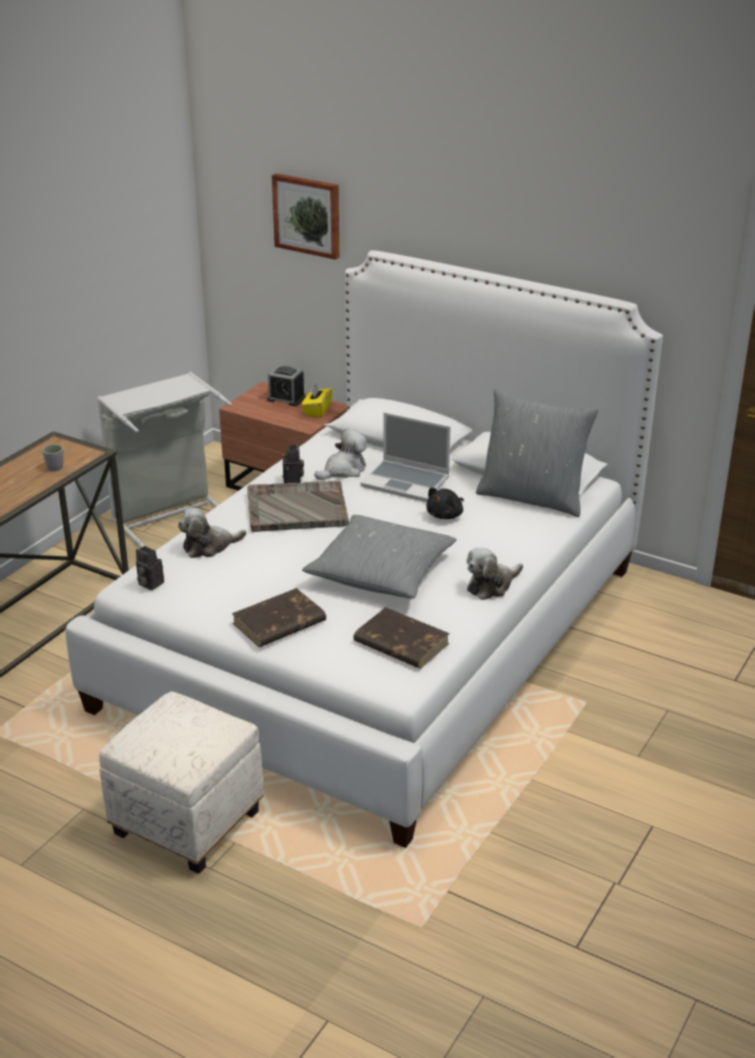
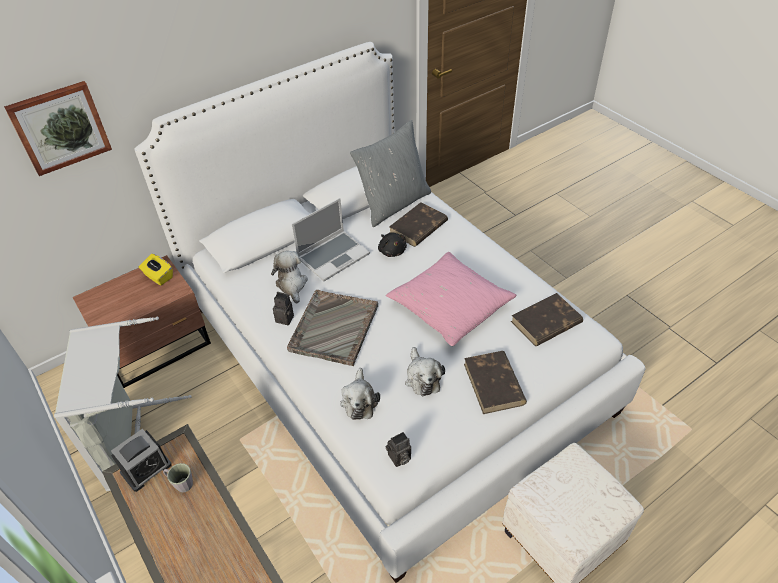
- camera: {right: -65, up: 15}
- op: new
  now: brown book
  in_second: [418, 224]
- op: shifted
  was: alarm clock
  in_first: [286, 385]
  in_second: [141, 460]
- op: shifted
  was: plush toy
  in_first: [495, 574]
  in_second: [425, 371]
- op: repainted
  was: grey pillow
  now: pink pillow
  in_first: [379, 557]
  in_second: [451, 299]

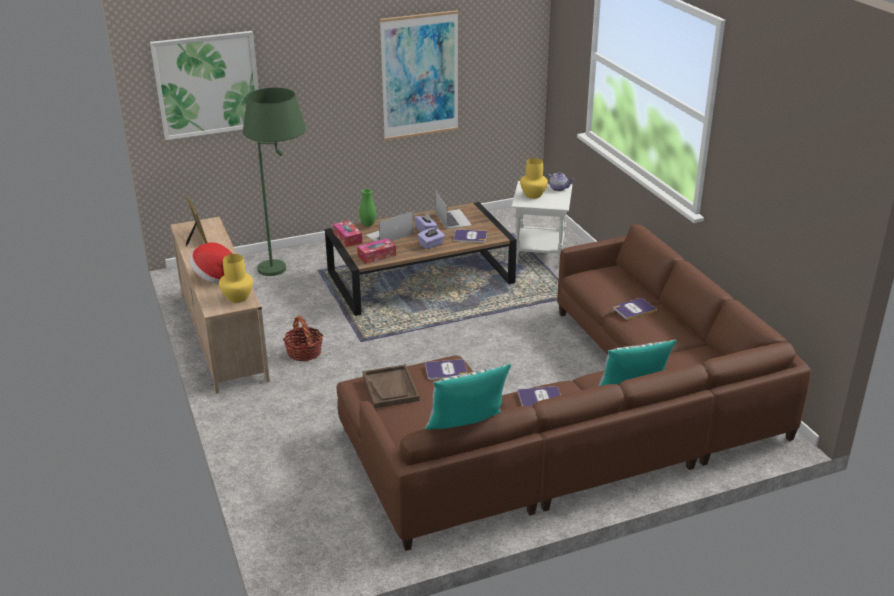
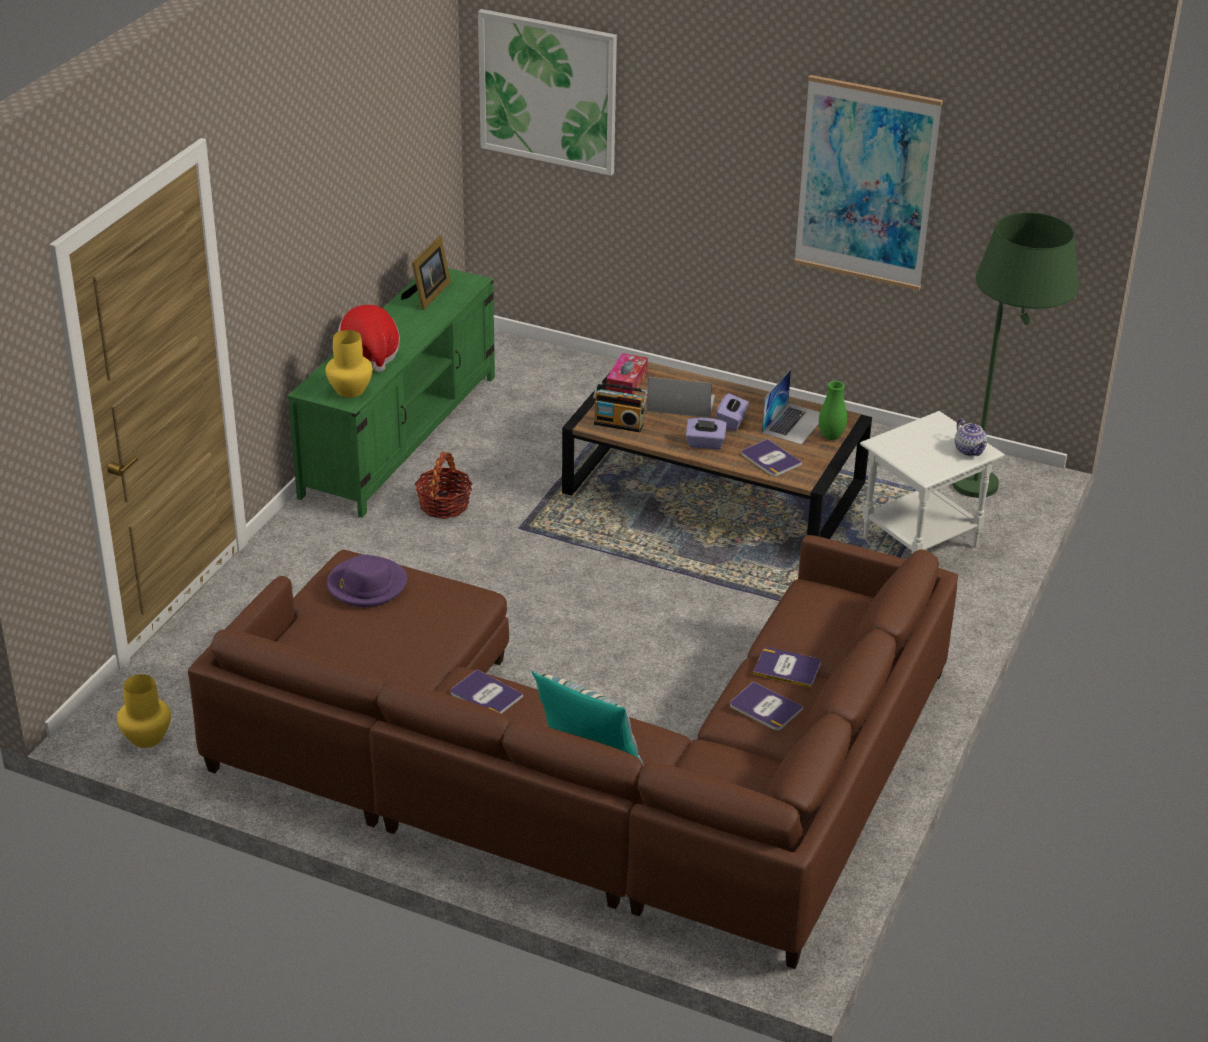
- camera: {right: 45, up: 5}
- op: gone
  was: pillow
  in_first: [468, 397]
- op: shifted
  was: green floor lamp
  in_first: [274, 182]
  in_second: [1015, 355]
- op: shifted
  was: green vase
  in_first: [367, 207]
  in_second: [833, 410]
- op: shifted
  was: book
  in_first: [446, 369]
  in_second: [766, 706]
- op: shifted
  was: yellow vase
  in_first: [534, 178]
  in_second: [144, 711]
- op: swapped
  was: tissue box
  now: radio
  in_first: [376, 251]
  in_second: [620, 407]
- op: swapped
  was: brown tray
  now: purple hat
  in_first: [391, 386]
  in_second: [367, 580]
- op: repainted
  was: beige tv stand
  now: green tv stand
  in_first: [220, 305]
  in_second: [391, 392]

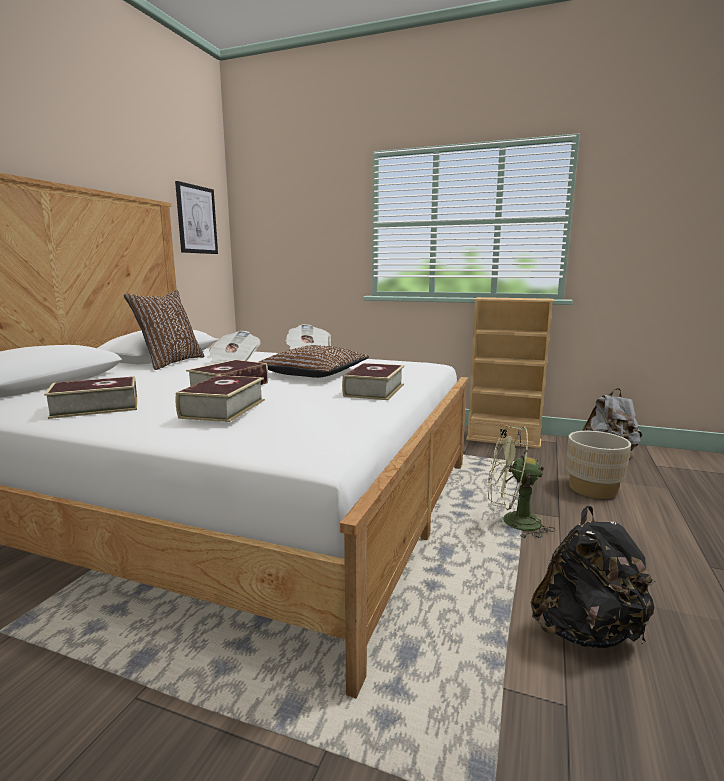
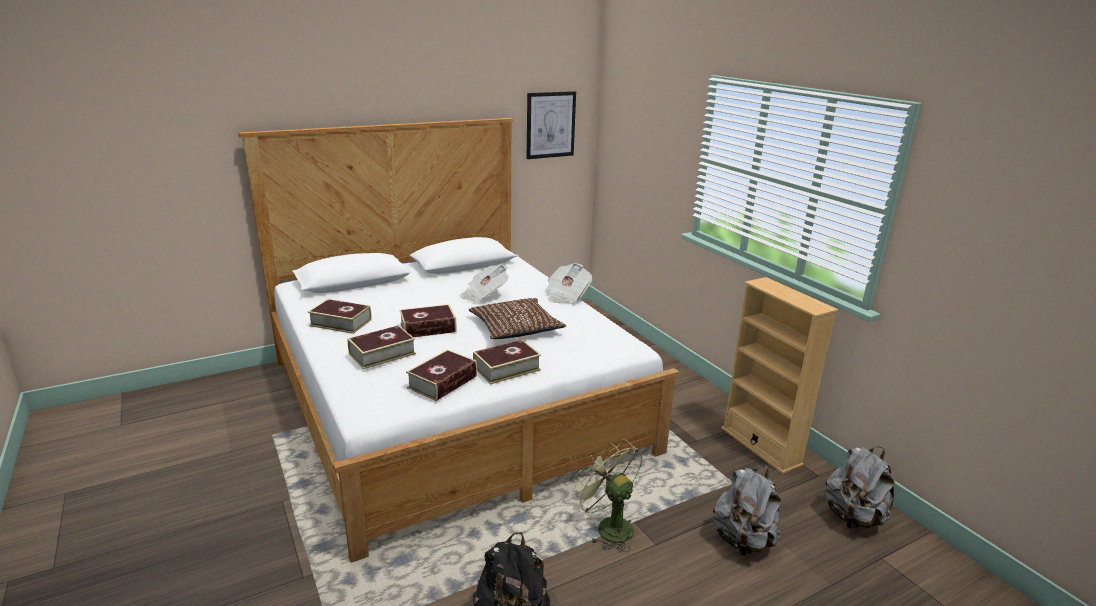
- camera: {right: 40, up: 10}
- op: gone
  was: brown pillow
  in_first: [164, 330]
- op: new
  now: book
  in_second: [441, 375]
- op: swapped
  was: beige planter
  now: grey backpack
  in_first: [598, 465]
  in_second: [747, 510]

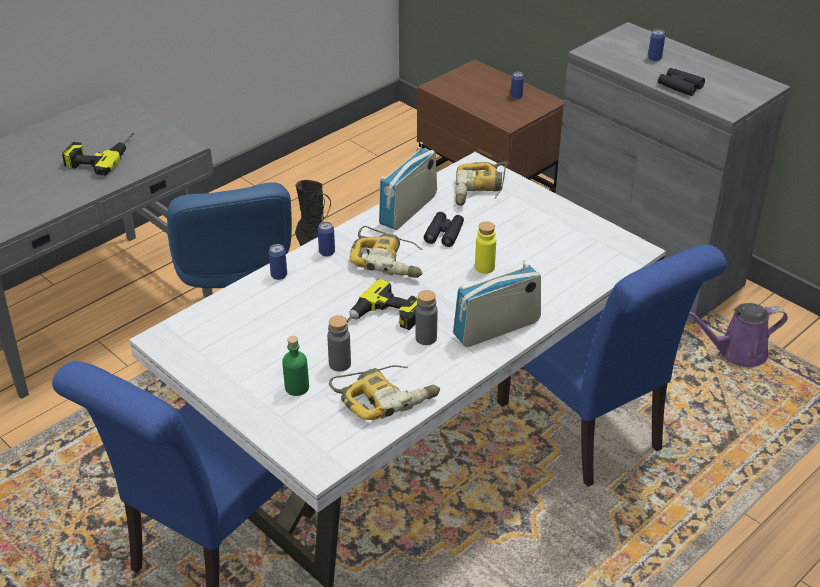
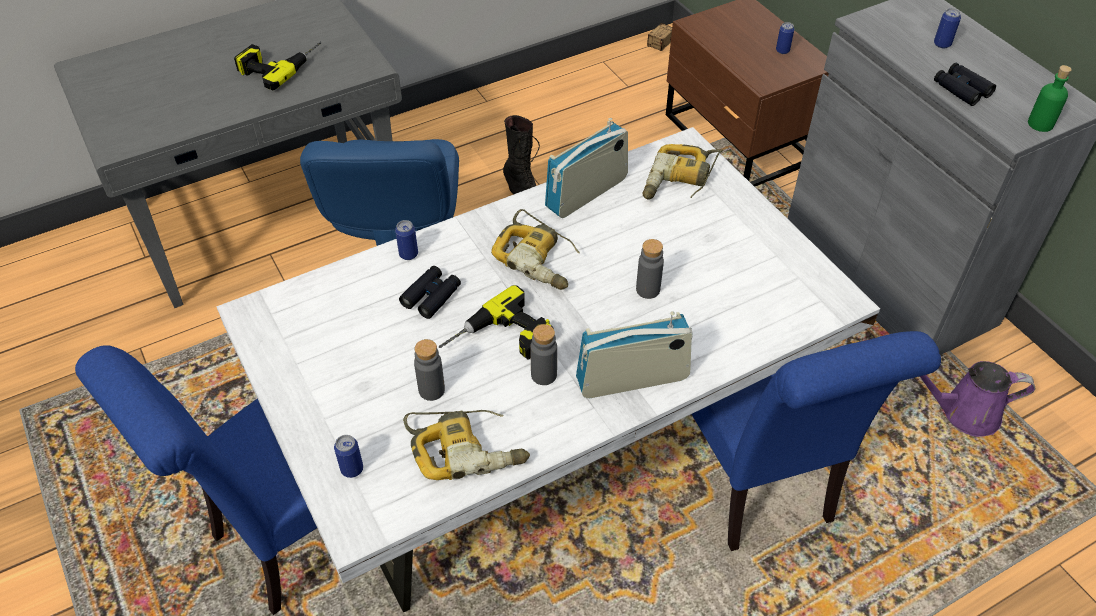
- camera: {right: 15, up: 10}
- op: new
  now: storage box
  in_second: [659, 37]
- op: shifted
  was: green bottle
  in_first: [295, 366]
  in_second: [1049, 98]
- op: shifted
  was: can
  in_first: [326, 239]
  in_second: [348, 456]
- op: shifted
  was: black binoculars
  in_first: [444, 229]
  in_second: [430, 292]
- op: repainted
  was: yellow bottle
  now: grey bottle
  in_first: [485, 247]
  in_second: [650, 269]

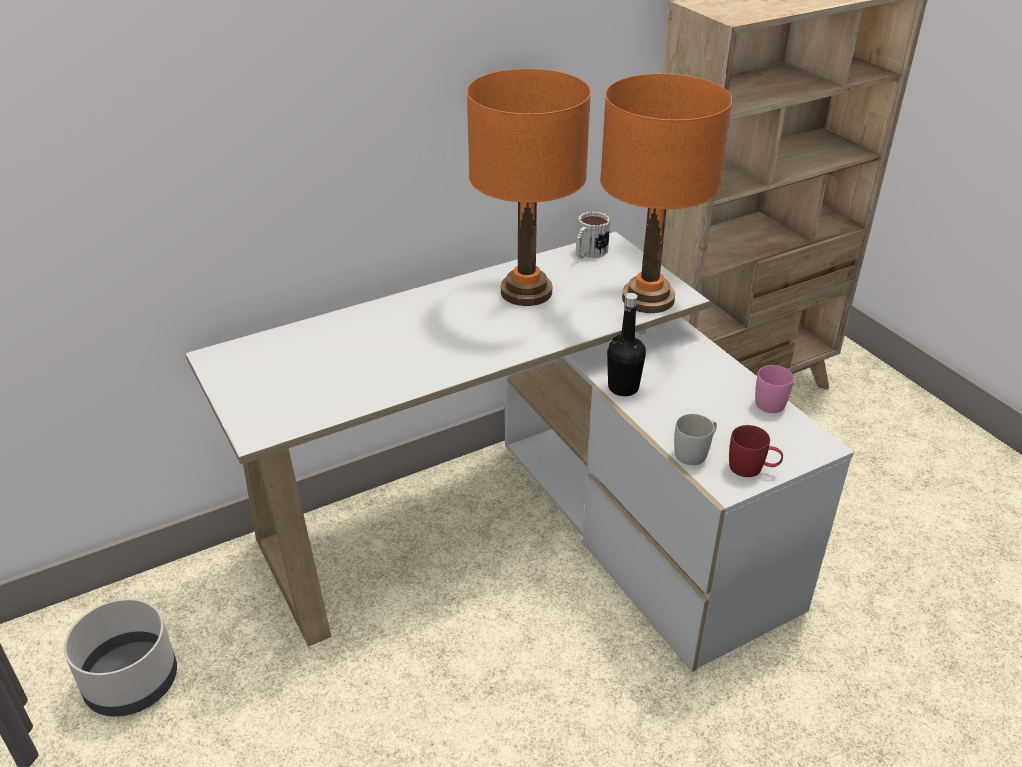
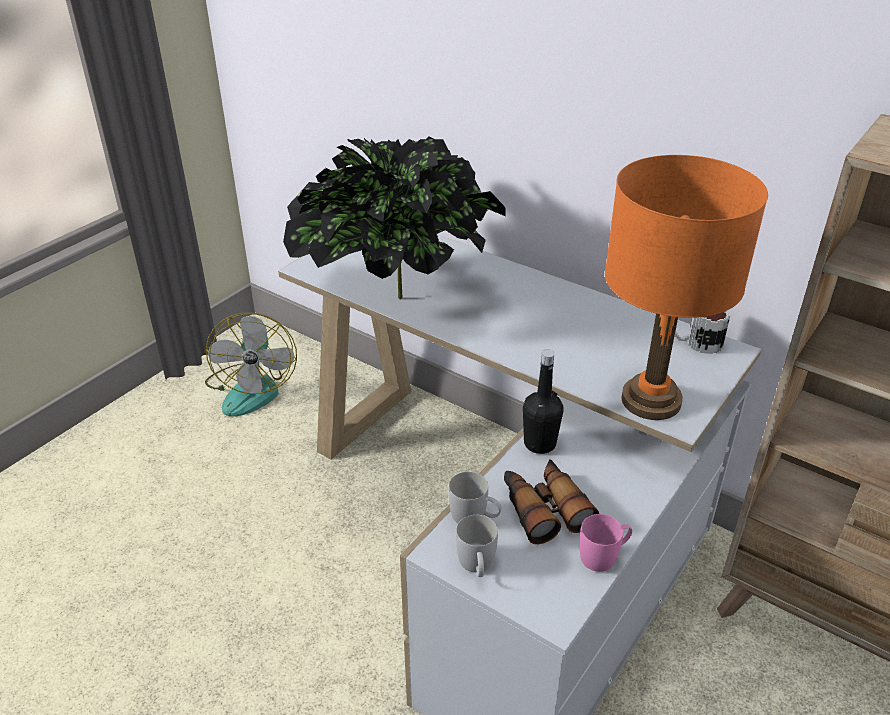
- camera: {right: 65, up: 0}
- op: gone
  was: orange table lamp
  in_first: [528, 187]
- op: new
  now: potted plant
  in_second: [394, 218]
- op: new
  now: binoculars
  in_second: [551, 501]
- op: swapped
  was: grey planter
  now: fan
  in_first: [120, 658]
  in_second: [251, 364]
- op: repainted
  was: red mug
  now: white mug
  in_first: [756, 451]
  in_second: [477, 546]

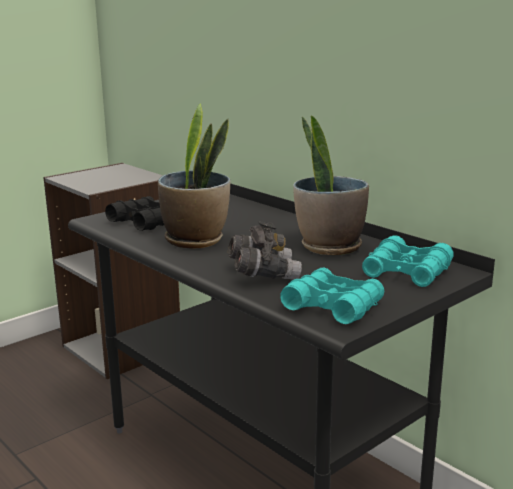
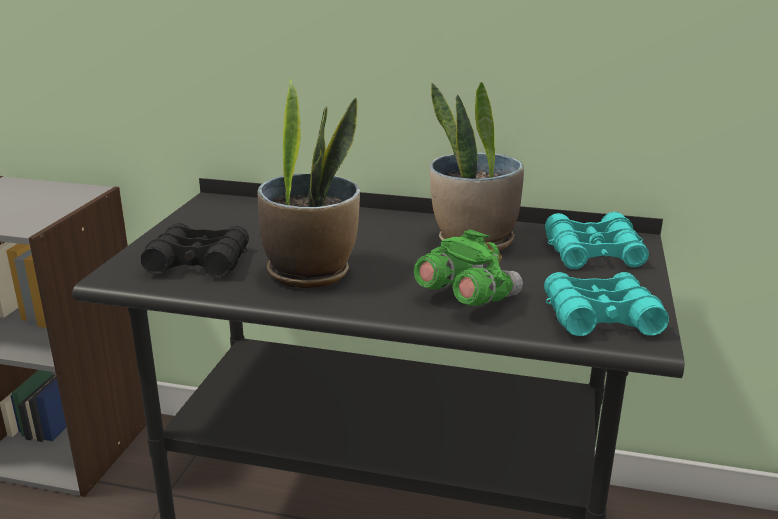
- camera: {right: -35, up: 5}
- op: repainted
  was: grey binoculars
  now: green binoculars
  in_first: [265, 250]
  in_second: [468, 268]

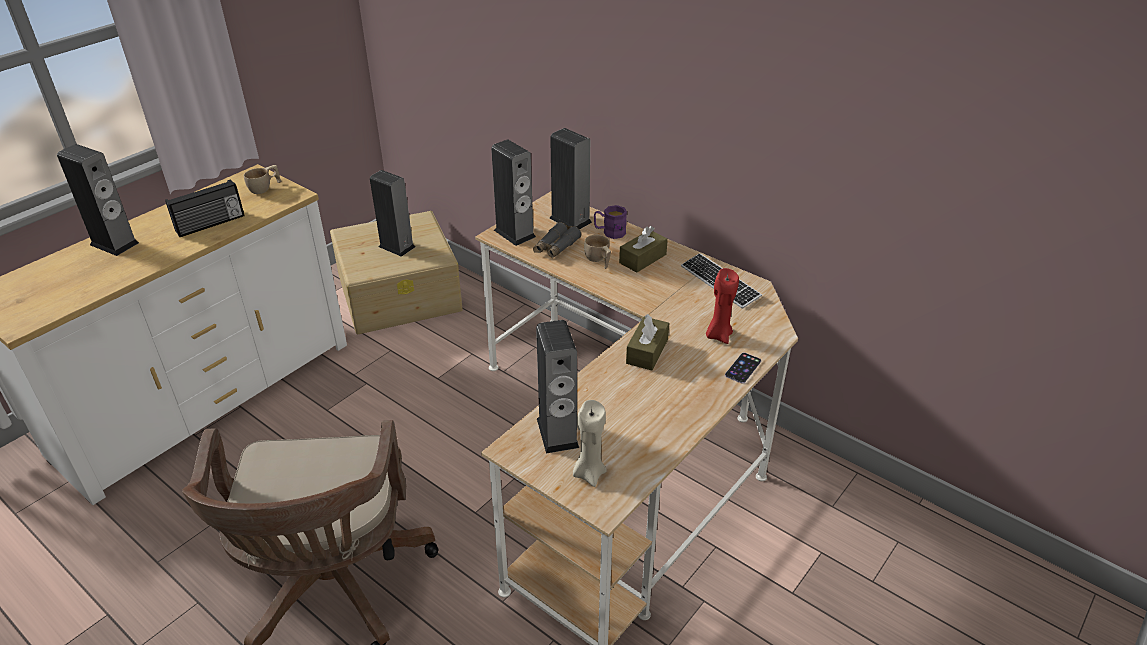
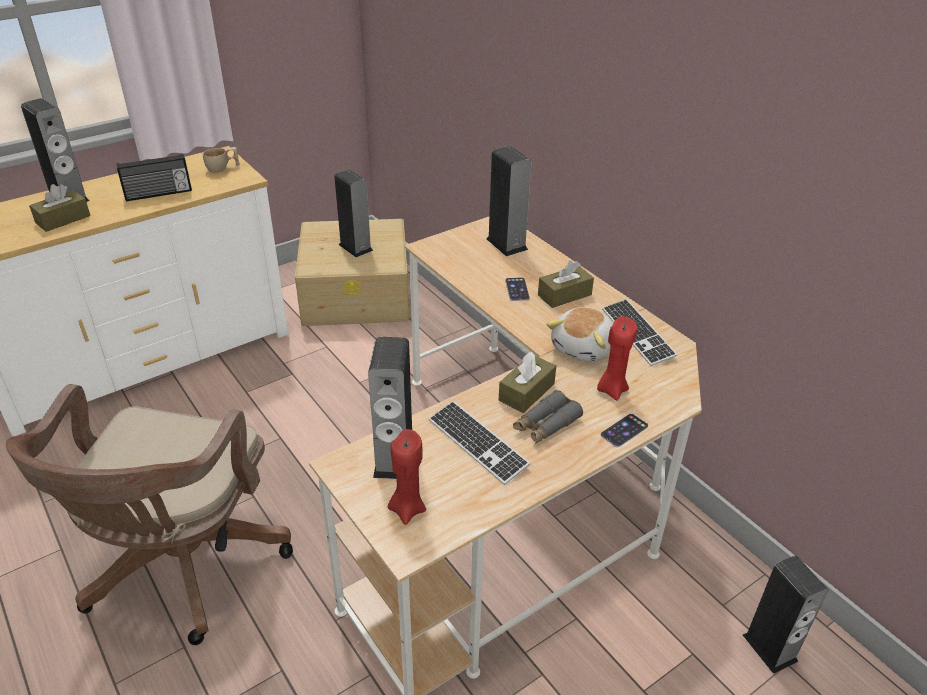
- camera: {right: 15, up: 0}
- op: gone
  was: purple mug
  in_first: [610, 222]
- op: new
  now: brown tissue box
  in_second: [59, 208]
- op: new
  now: keyboard
  in_second: [479, 443]
- op: new
  now: plush toy
  in_second: [580, 334]
- op: shifted
  was: speaker
  in_first: [513, 192]
  in_second: [785, 614]
- op: shifted
  was: grey binoculars
  in_first: [557, 240]
  in_second: [548, 417]
- op: swapped
  was: beige cup
  now: phone
  in_first: [597, 252]
  in_second: [517, 289]
- op: repainted
  was: beige candle
  now: red candle
  in_first: [590, 443]
  in_second: [407, 477]

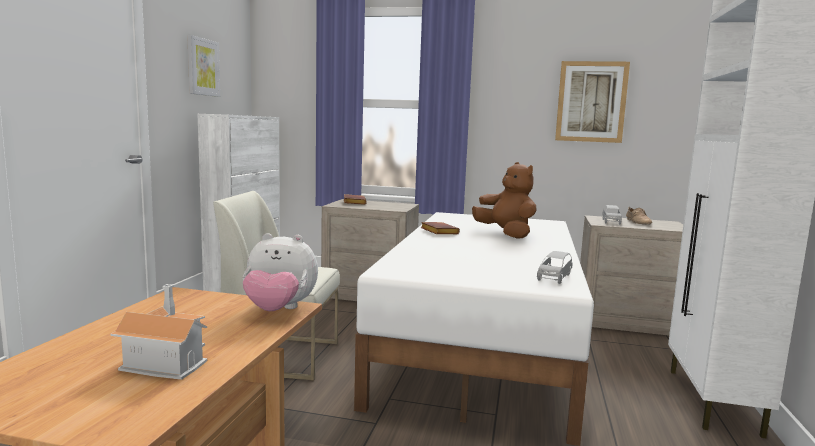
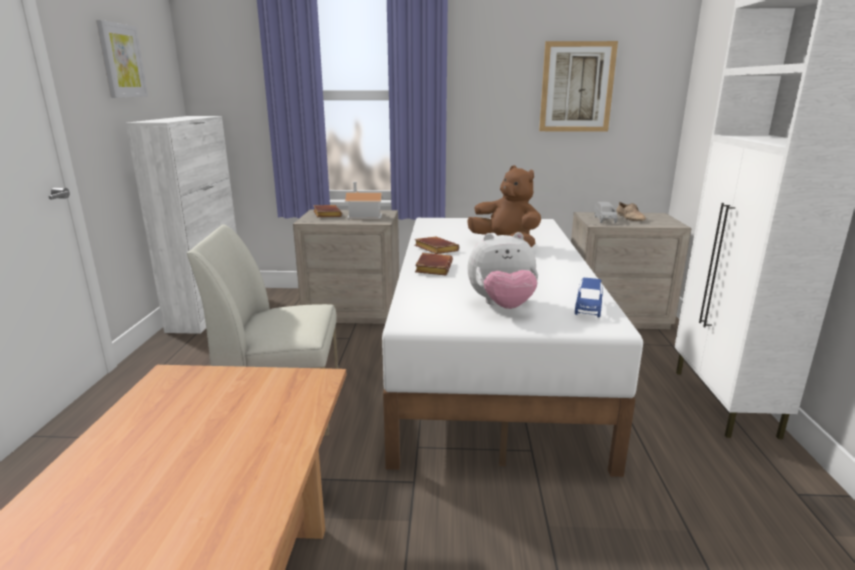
- camera: {right: -10, up: 10}
- op: new
  now: brown book
  in_second: [434, 264]
- op: shifted
  was: toy house
  in_first: [159, 332]
  in_second: [364, 200]
- op: shifted
  was: plush toy
  in_first: [280, 272]
  in_second: [502, 270]
- op: repainted
  was: grey toy car
  now: blue toy car
  in_first: [554, 267]
  in_second: [589, 298]

